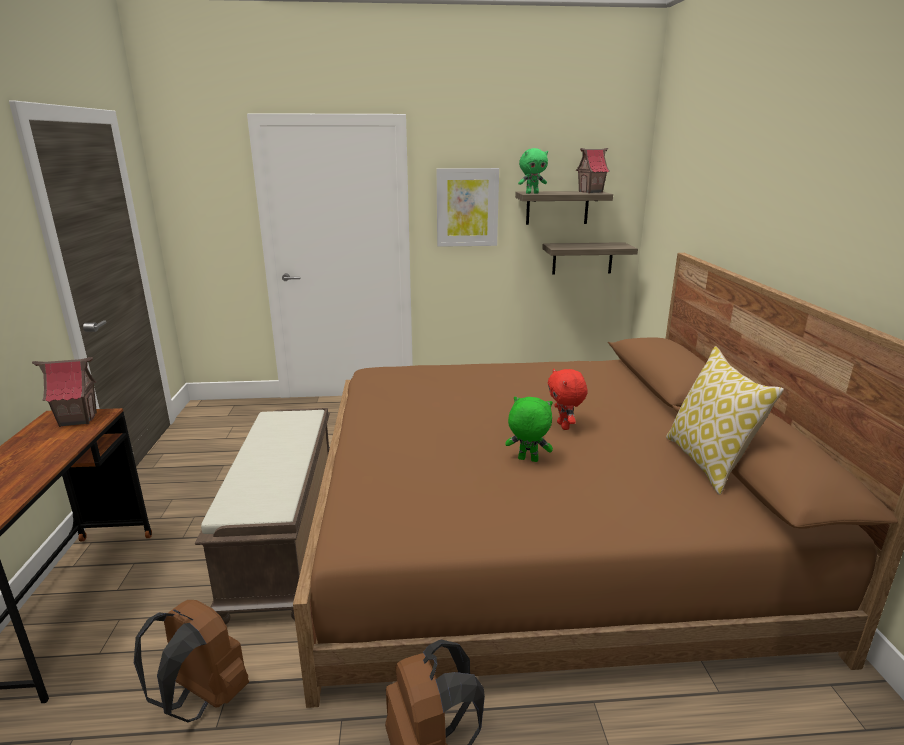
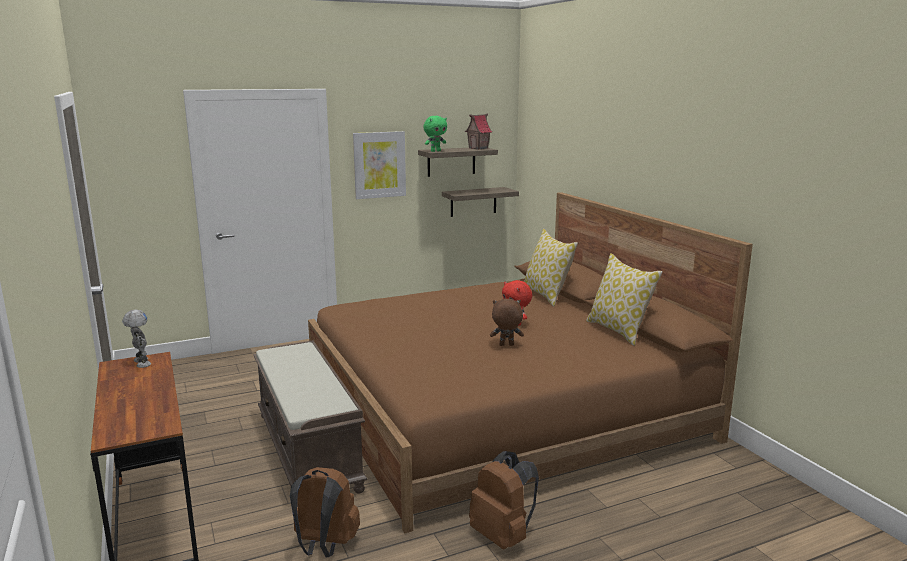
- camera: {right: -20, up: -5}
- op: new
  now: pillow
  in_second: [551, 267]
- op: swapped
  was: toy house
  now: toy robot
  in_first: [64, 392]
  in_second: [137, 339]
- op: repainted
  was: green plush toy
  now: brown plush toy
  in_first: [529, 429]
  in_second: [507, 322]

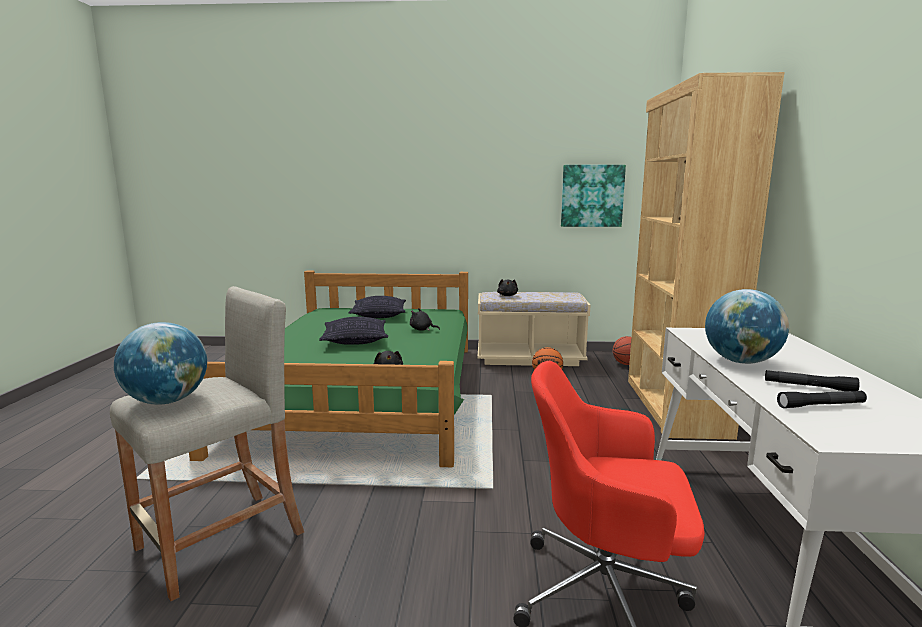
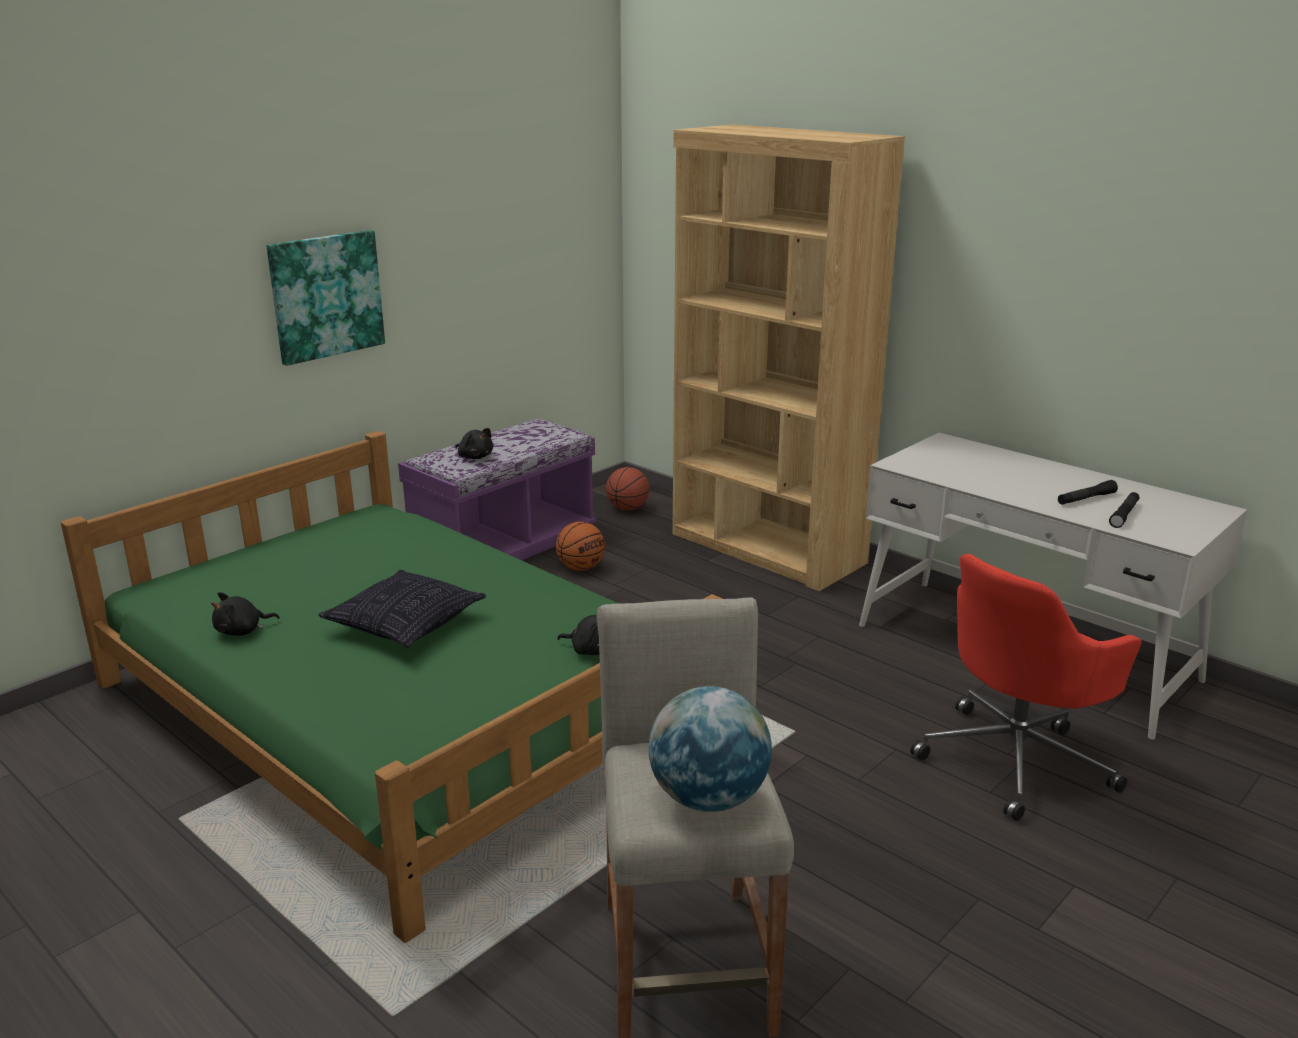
- camera: {right: -50, up: 10}
- op: gone
  was: pillow
  in_first: [377, 307]
- op: gone
  was: globe
  in_first: [747, 326]
- op: shifted
  was: black plush toy
  in_first: [425, 319]
  in_second: [245, 614]
- op: shifted
  was: picture
  in_first: [593, 196]
  in_second: [325, 298]
- op: repainted
  was: beige bench
  now: purple bench
  in_first: [534, 329]
  in_second: [497, 489]

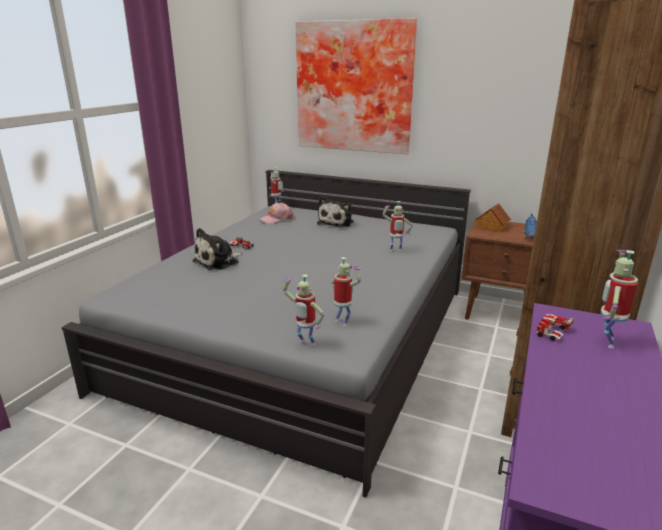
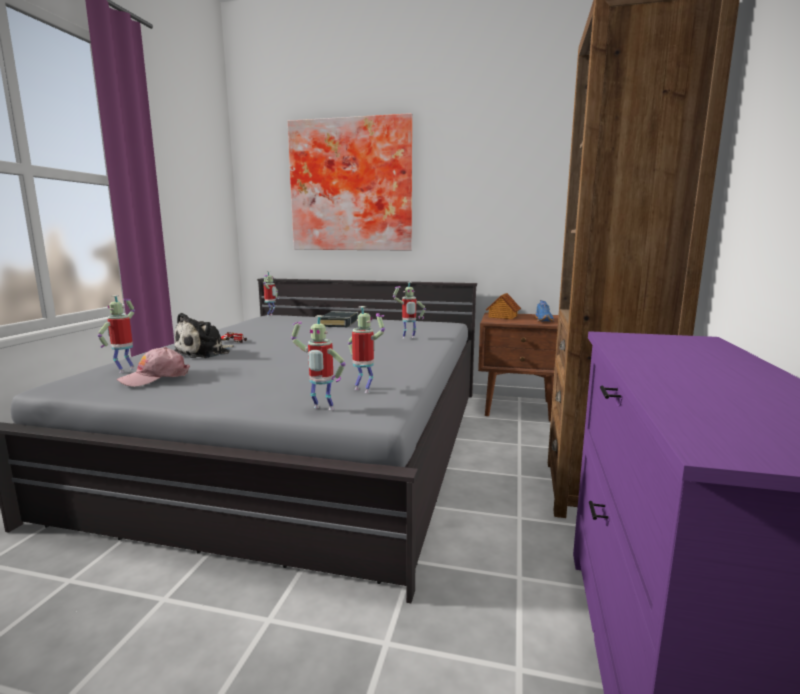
- camera: {right: -10, up: -10}
- op: gone
  was: toy car
  in_first: [555, 327]
- op: shifted
  was: pink cap
  in_first: [276, 213]
  in_second: [153, 367]
- op: shifted
  was: toy robot
  in_first: [619, 299]
  in_second: [116, 334]
- op: swapped
  was: plush toy
  now: black book
  in_first: [335, 212]
  in_second: [339, 319]

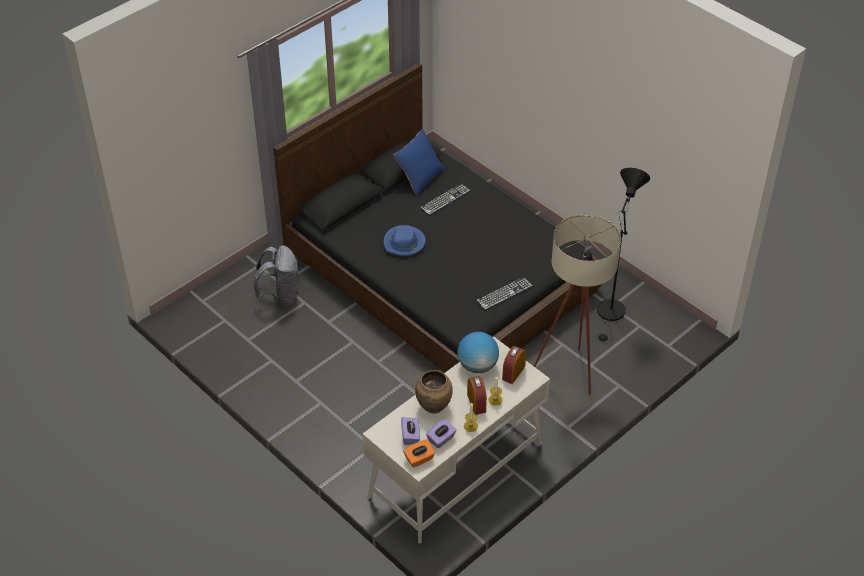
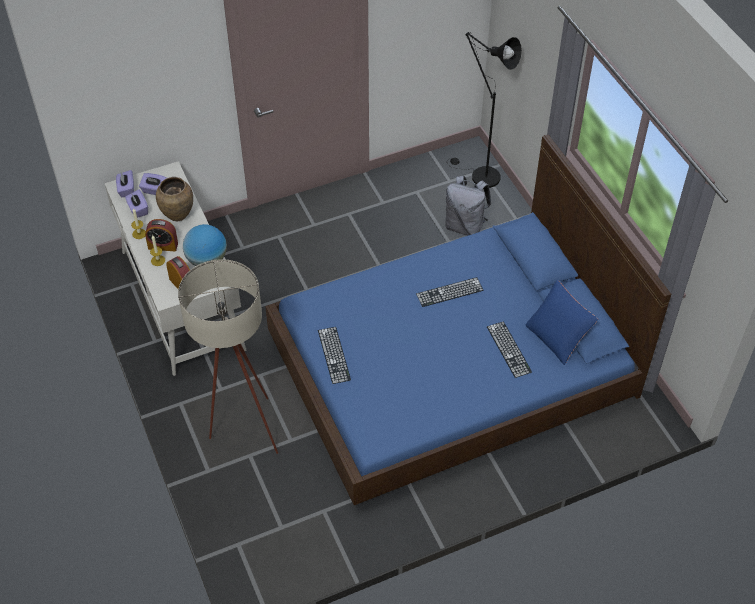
- camera: {right: 110, up: 5}
- op: shifted
  was: black floor lamp
  in_first: [623, 256]
  in_second: [484, 110]
- op: swapped
  was: blue hat
  now: keyboard
  in_first: [405, 240]
  in_second: [450, 292]
- op: repainted
  was: black bed
  now: blue bed
  in_first: [437, 217]
  in_second: [468, 319]
- op: repainted
  was: orange tissue box
  now: purple tissue box
  in_first: [419, 453]
  in_second: [125, 183]

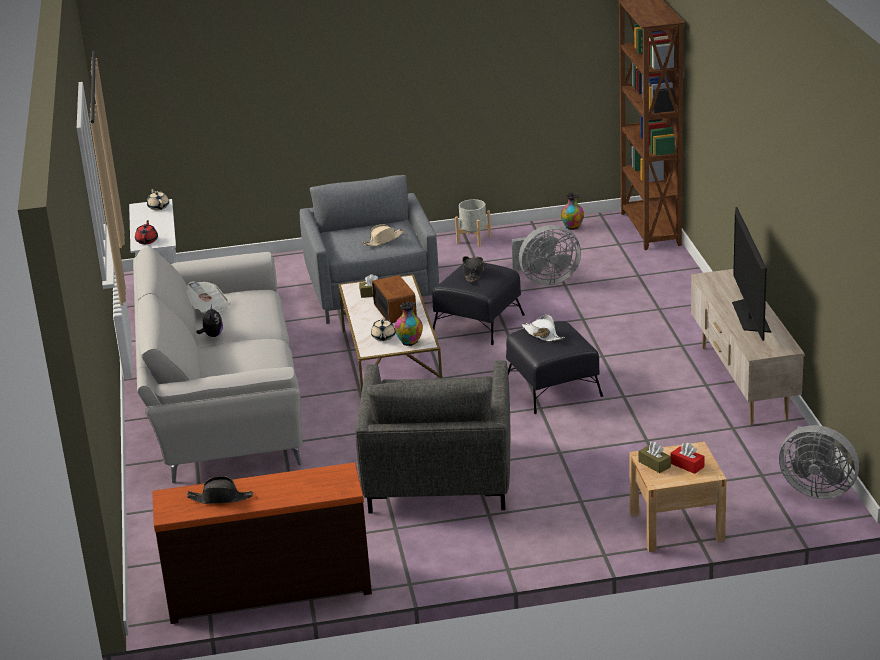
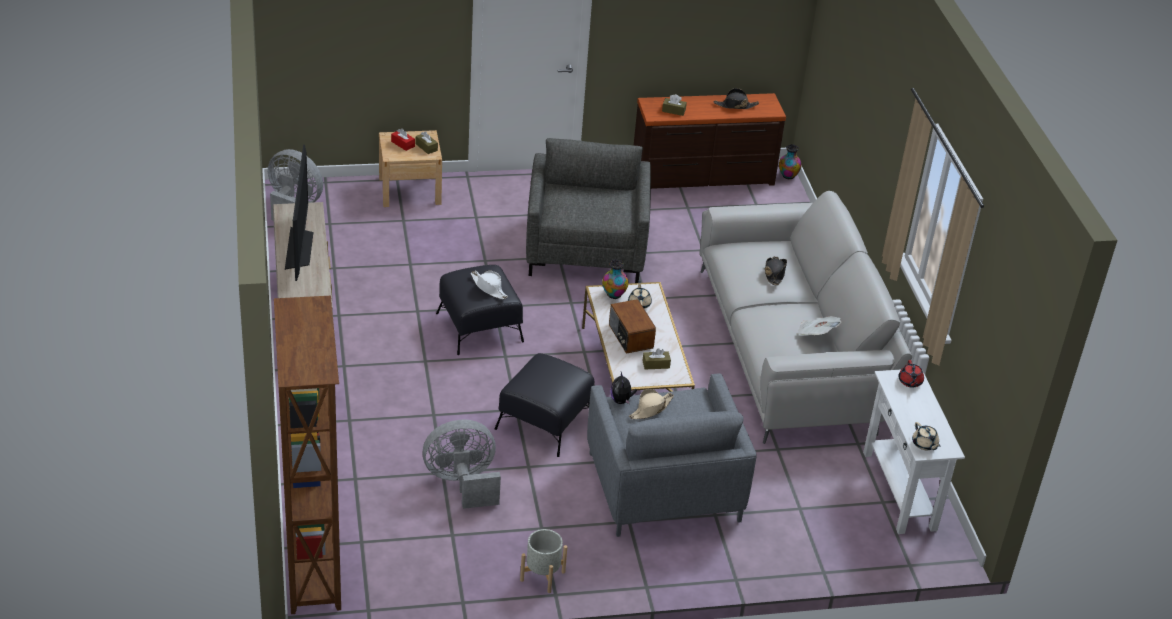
- camera: {right: 175, up: 10}
- op: new
  now: brown tissue box
  in_second: [674, 105]
- op: shifted
  was: plush toy
  in_first: [209, 320]
  in_second: [623, 388]
- op: shifted
  was: black hat
  in_first: [473, 269]
  in_second: [776, 271]
- op: shifted
  was: vase
  in_first: [572, 211]
  in_second: [790, 161]

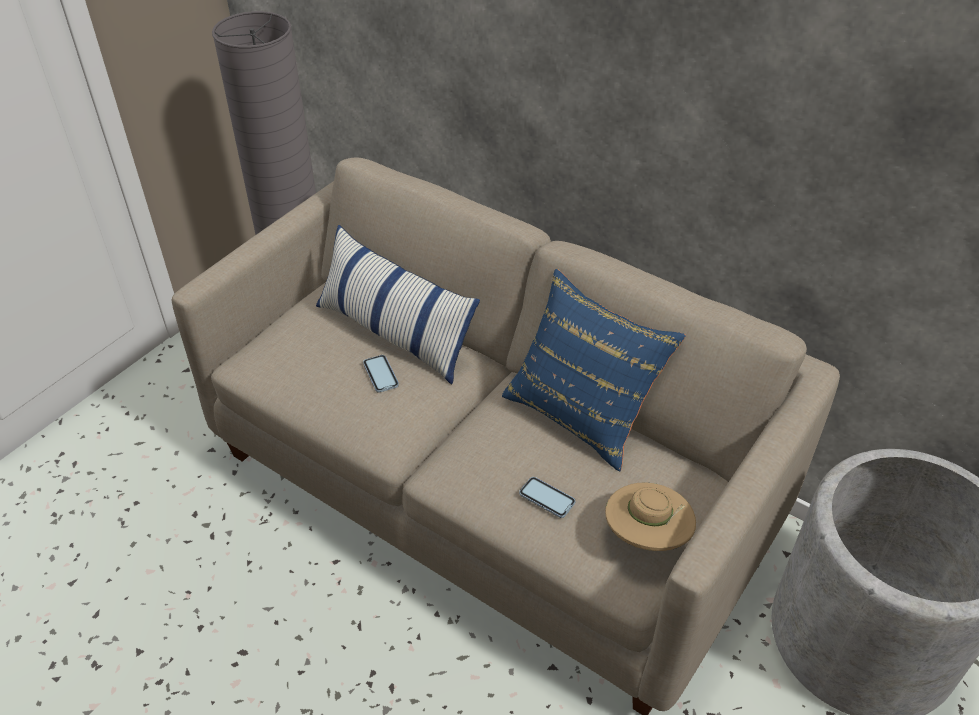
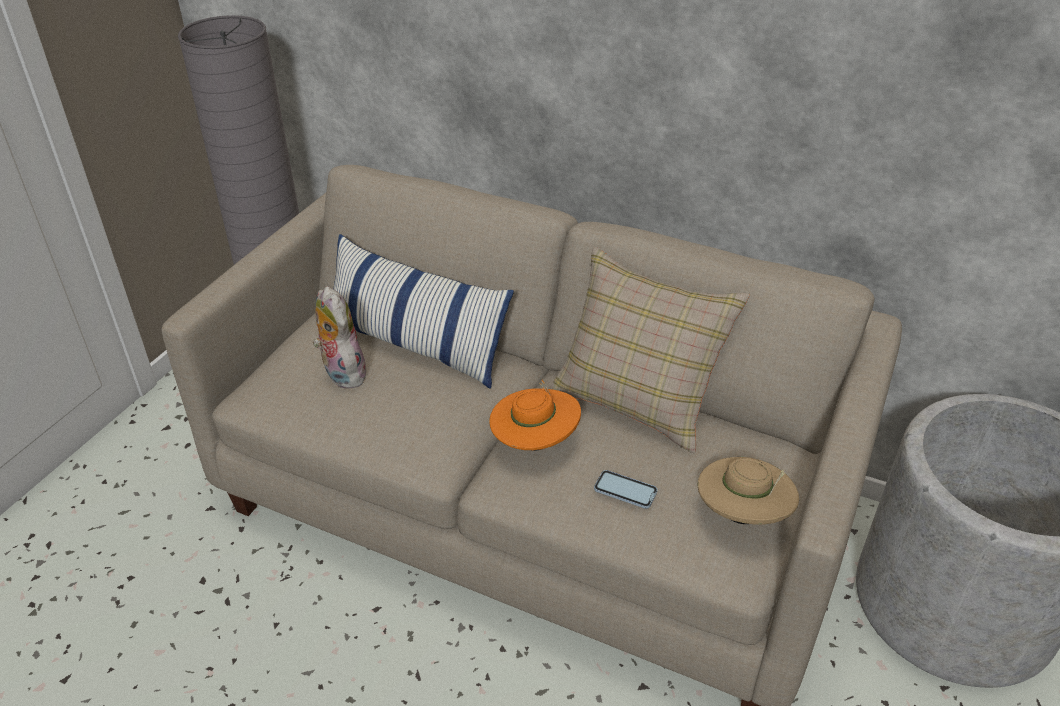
- camera: {right: -10, up: -5}
- op: gone
  was: phone
  in_first: [381, 374]
- op: new
  now: plush toy
  in_second: [339, 337]
- op: new
  now: orange hat
  in_second: [535, 415]
- op: repainted
  was: blue pillow
  now: beige pillow
  in_first: [594, 370]
  in_second: [650, 350]

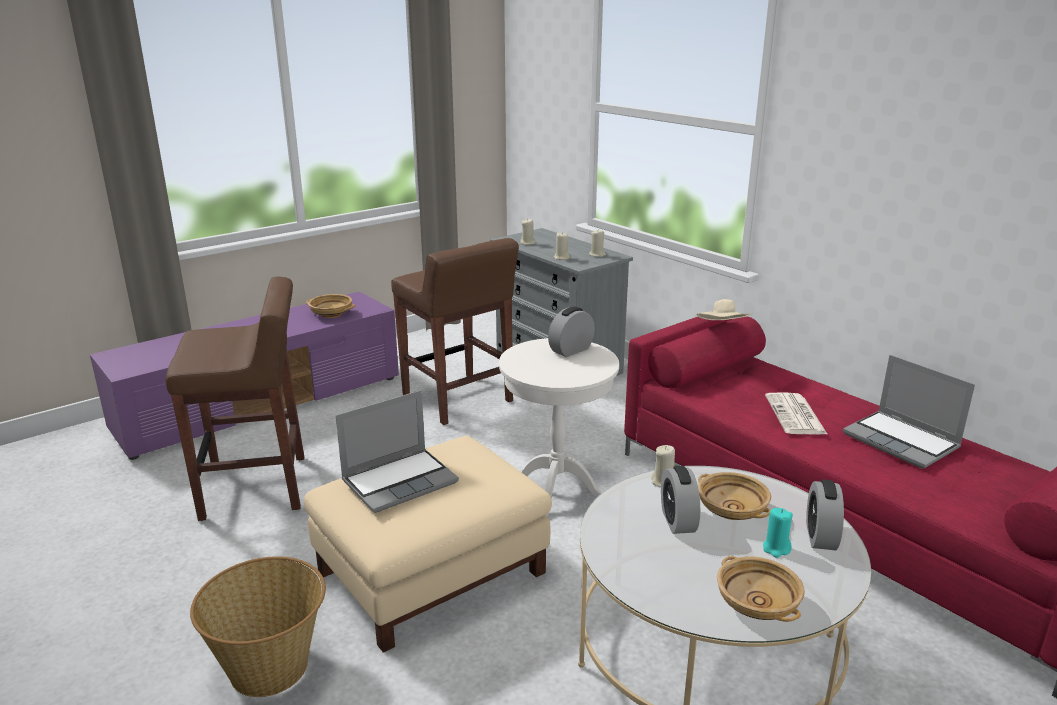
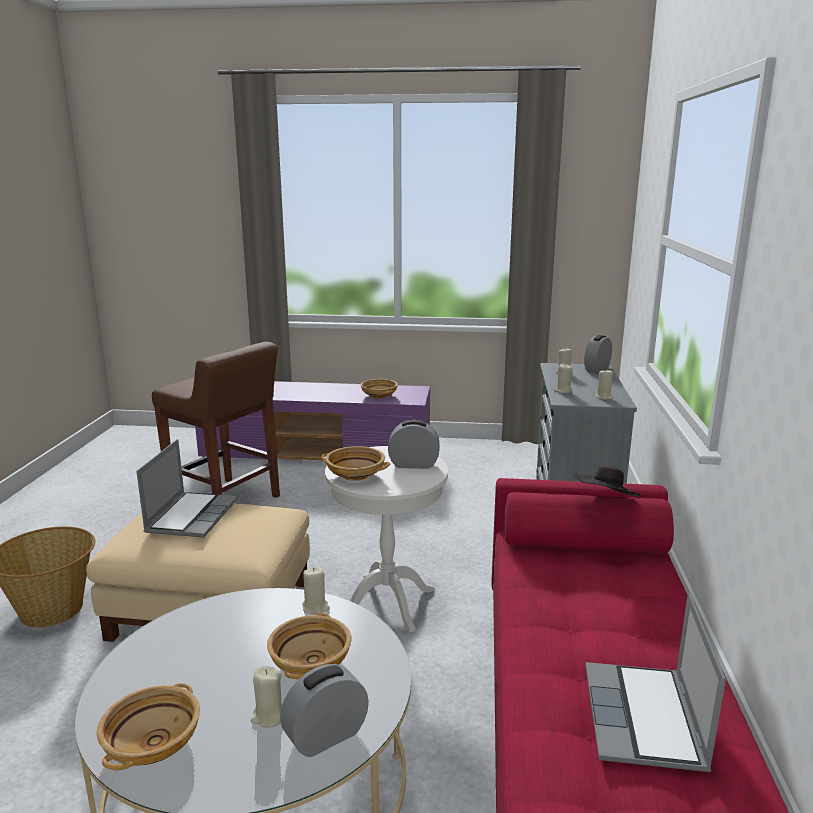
- camera: {right: 45, up: -5}
- op: gone
  was: brown stool
  in_first: [455, 331]
- op: gone
  was: newspaper
  in_first: [796, 413]
- op: new
  now: beige bowl
  in_second: [355, 463]
- op: shifted
  was: alarm clock
  in_first: [680, 500]
  in_second: [598, 353]
- op: repainted
  was: beige hat
  now: black hat
  in_first: [723, 309]
  in_second: [607, 480]
- op: repainted
  was: turquoise candle
  now: beige candle
  in_first: [778, 533]
  in_second: [266, 696]
- op: rotated
  was: laptop
  in_first: [397, 451]
  in_second: [187, 488]
  clockwise: -90

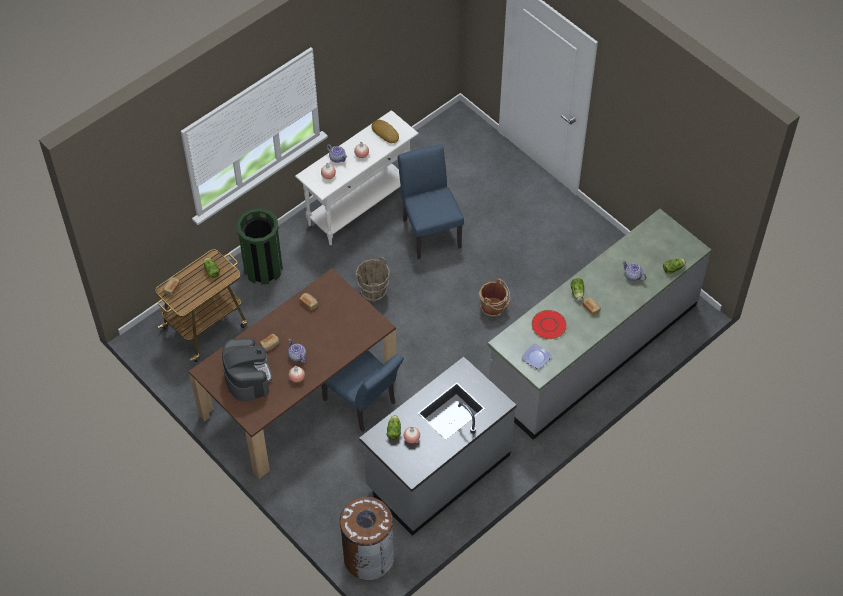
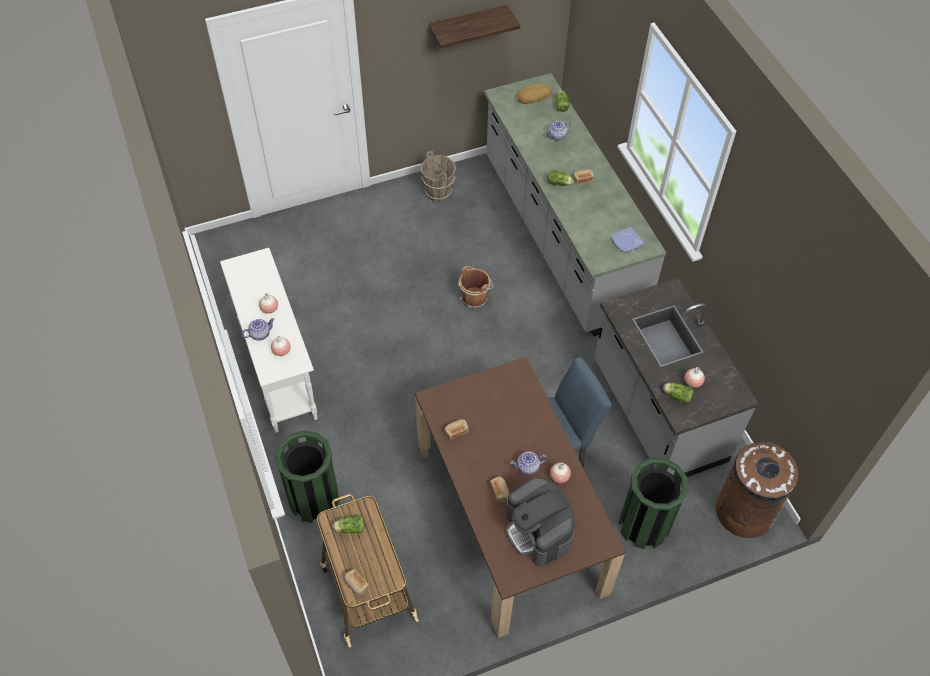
- camera: {right: -70, up: 0}
- op: gone
  was: blue chair
  in_first: [431, 201]
- op: gone
  was: red plate
  in_first: [549, 324]
- op: new
  now: shelf
  in_second: [474, 26]
- op: new
  now: green trash can
  in_second: [654, 503]
- op: shifted
  was: brown bucket
  in_first: [373, 279]
  in_second: [438, 176]
- op: shifted
  was: bread
  in_first: [385, 131]
  in_second: [534, 94]
- op: rotated
  was: coffee machine
  in_first: [247, 370]
  in_second: [540, 522]
  clockwise: -120

